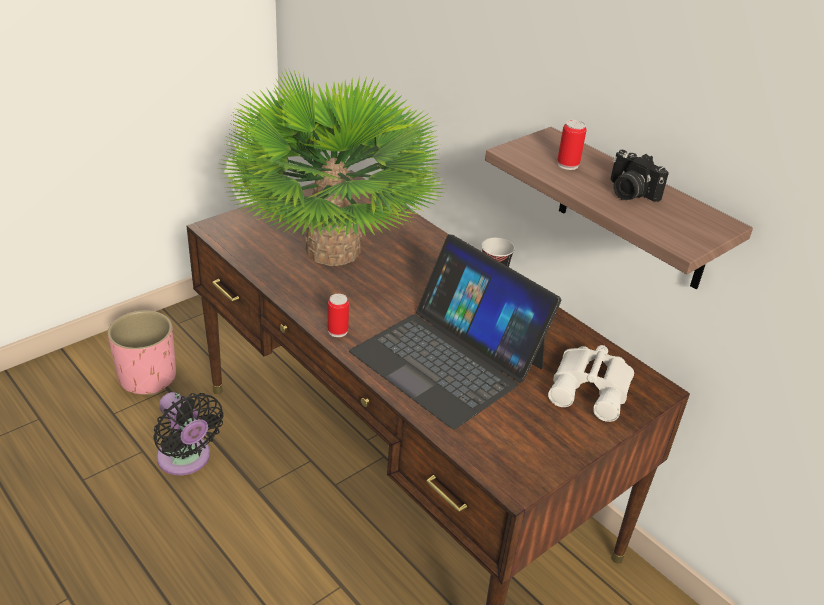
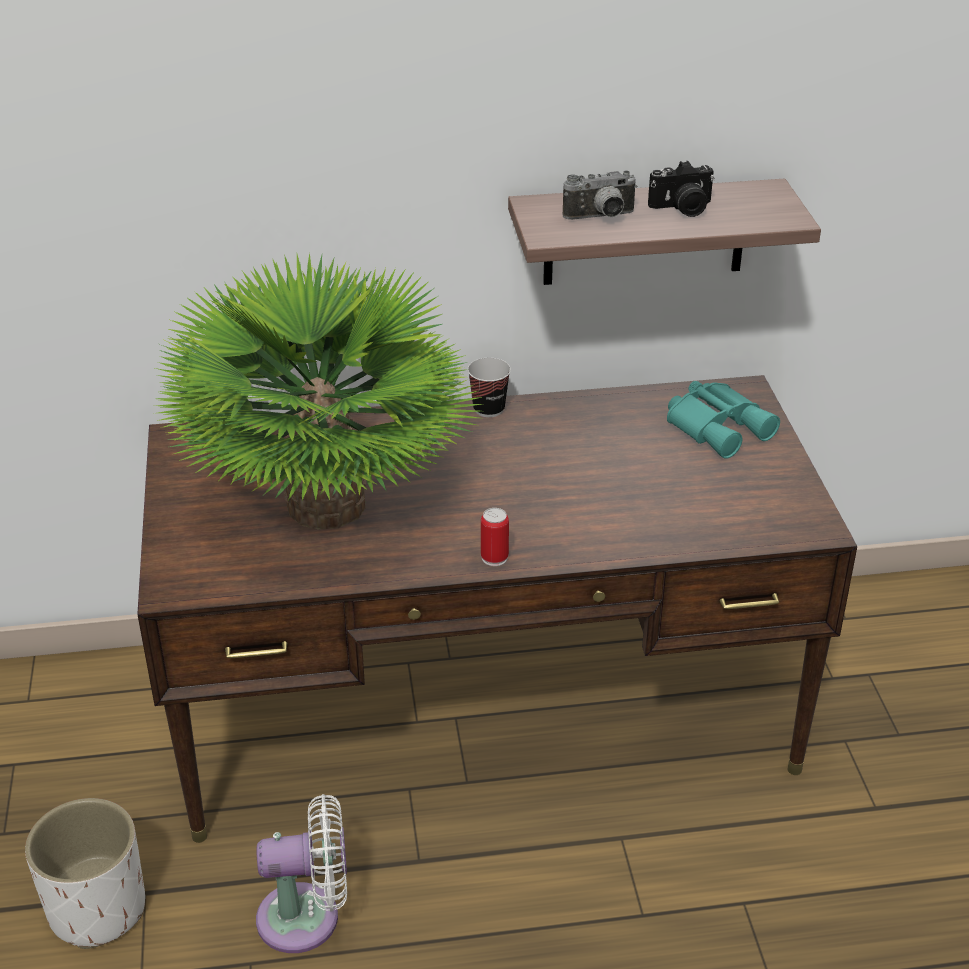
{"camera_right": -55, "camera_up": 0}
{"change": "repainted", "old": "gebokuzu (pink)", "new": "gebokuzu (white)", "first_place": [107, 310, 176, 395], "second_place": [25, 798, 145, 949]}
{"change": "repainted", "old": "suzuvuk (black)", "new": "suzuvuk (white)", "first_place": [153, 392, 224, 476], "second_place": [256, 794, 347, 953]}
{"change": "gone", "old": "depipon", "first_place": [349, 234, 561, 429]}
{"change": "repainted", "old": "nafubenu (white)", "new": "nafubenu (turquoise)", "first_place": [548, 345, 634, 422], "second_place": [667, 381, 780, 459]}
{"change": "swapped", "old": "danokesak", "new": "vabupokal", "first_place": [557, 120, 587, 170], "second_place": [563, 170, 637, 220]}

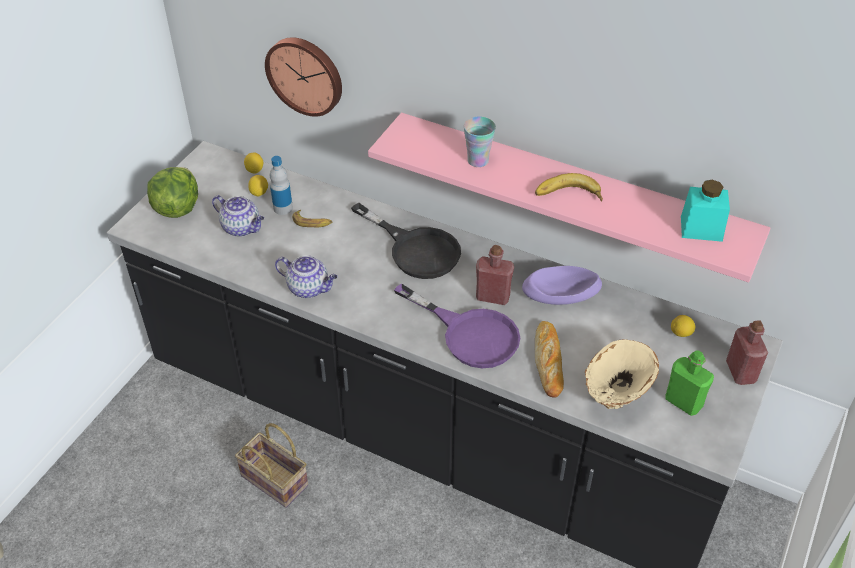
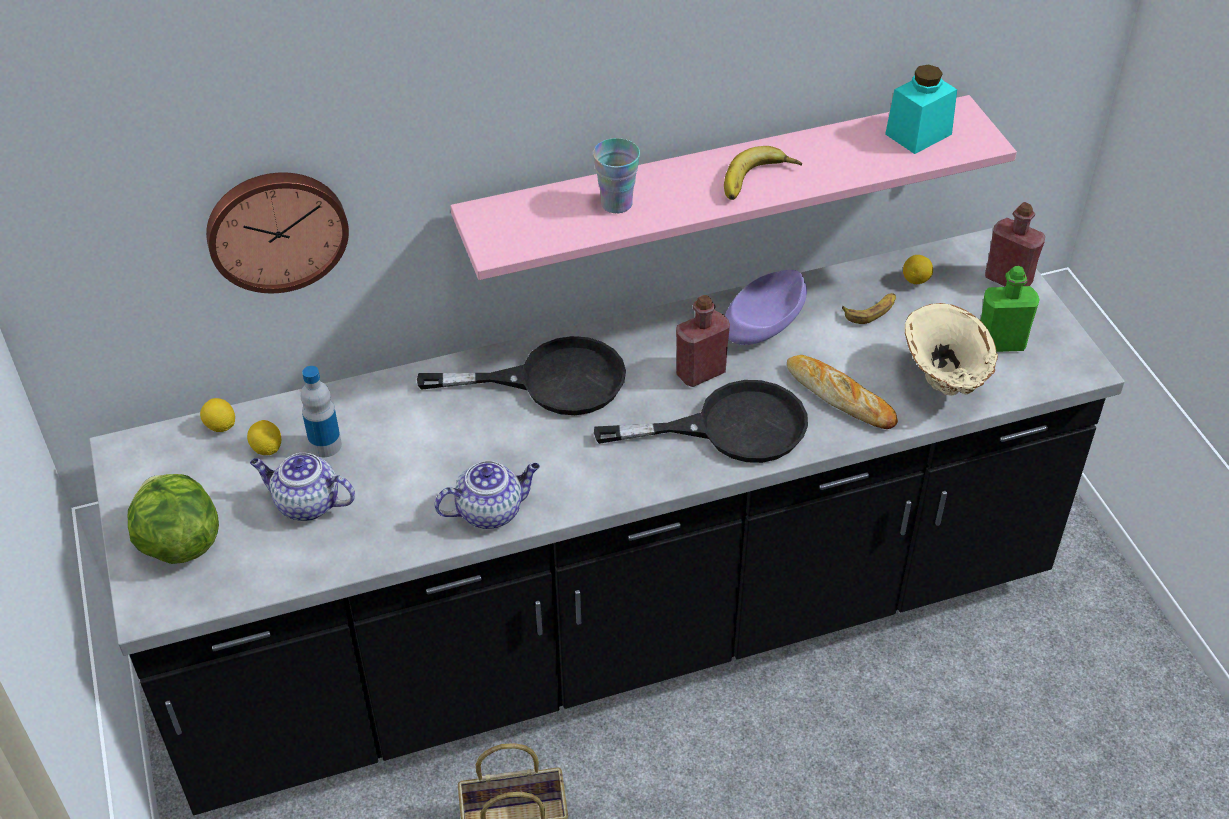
{"camera_right": -45, "camera_up": 0}
{"change": "rotated", "old": "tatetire", "first_place": [212, 195, 264, 237], "second_place": [250, 453, 355, 521], "degrees": -150}
{"change": "shifted", "old": "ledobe", "first_place": [292, 210, 332, 227], "second_place": [842, 293, 896, 324]}
{"change": "repainted", "old": "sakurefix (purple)", "new": "sakurefix (black)", "first_place": [394, 283, 520, 368], "second_place": [594, 380, 808, 463]}

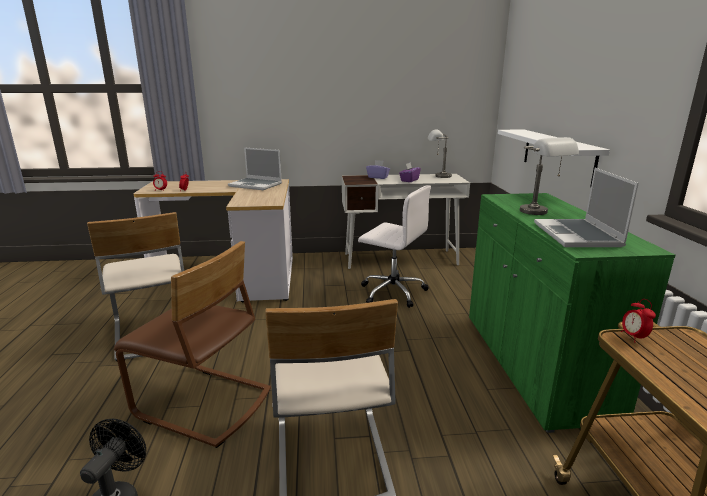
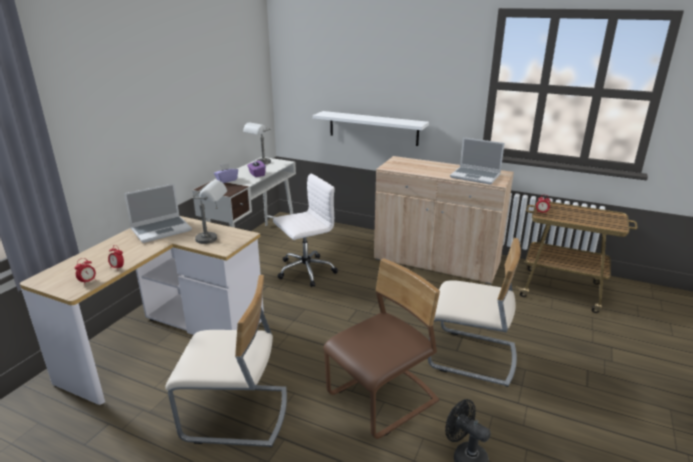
{"camera_right": -60, "camera_up": 5}
{"change": "repainted", "old": "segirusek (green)", "new": "segirusek (beige)", "first_place": [469, 193, 675, 433], "second_place": [374, 156, 514, 284]}
{"change": "shifted", "old": "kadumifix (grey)", "first_place": [520, 137, 579, 215], "second_place": [192, 180, 227, 244]}

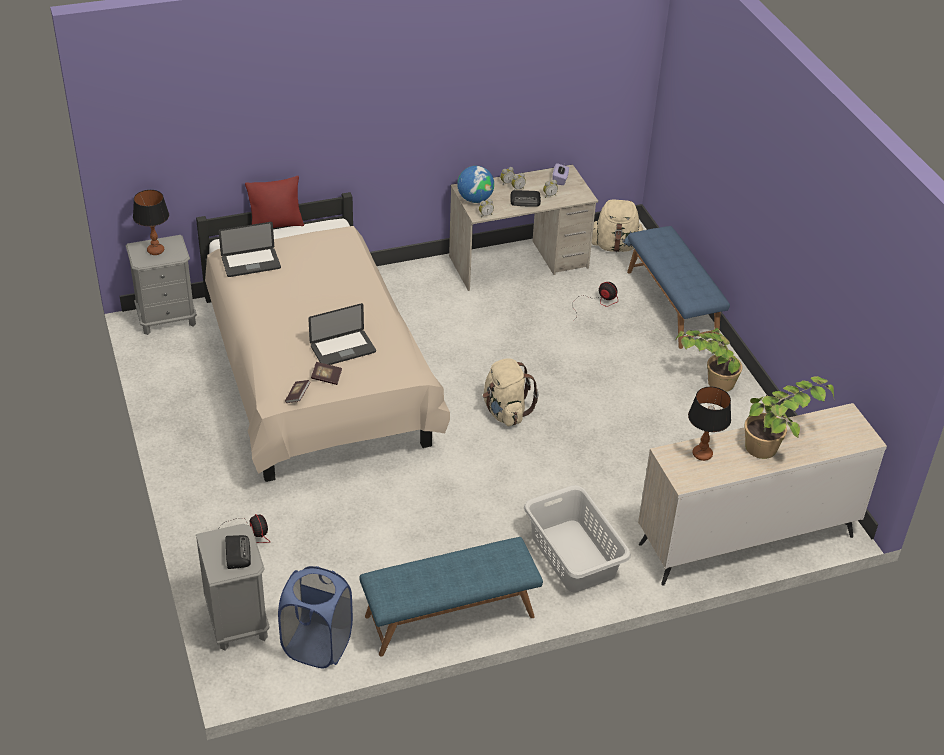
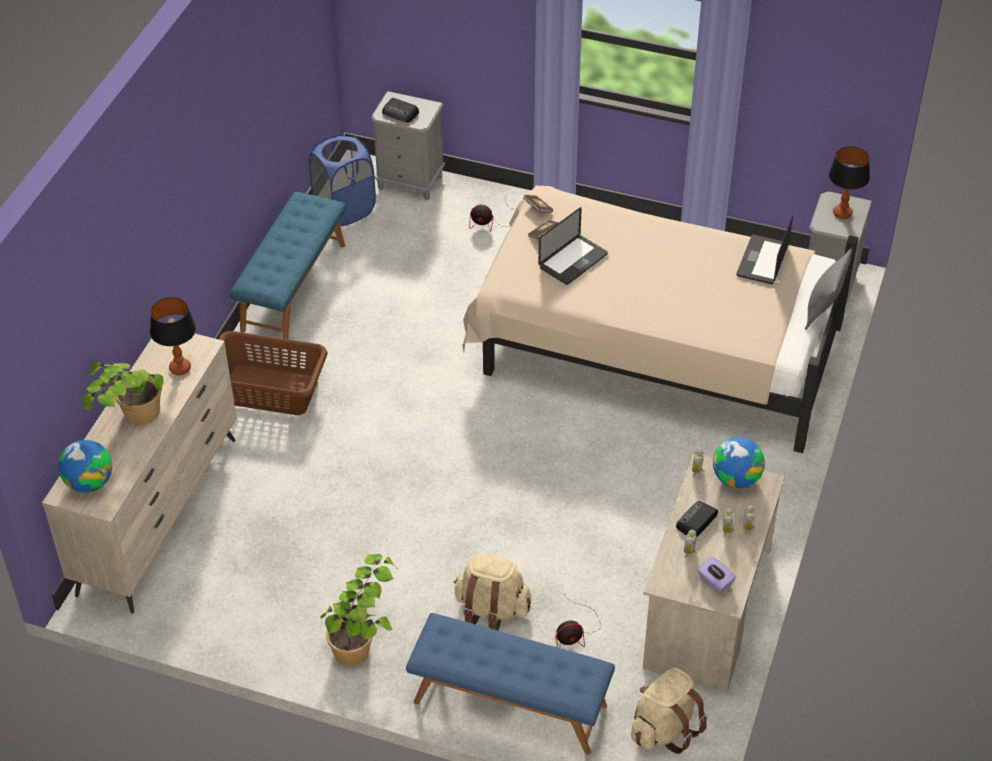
{"camera_right": 130, "camera_up": 5}
{"change": "repainted", "old": "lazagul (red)", "new": "lazagul (grey)", "first_place": [245, 176, 304, 228], "second_place": [805, 249, 852, 330]}
{"change": "rotated", "old": "depipon", "first_place": [308, 303, 376, 365], "second_place": [539, 207, 608, 285], "degrees": -150}
{"change": "shifted", "old": "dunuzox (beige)", "first_place": [483, 358, 539, 426], "second_place": [454, 554, 531, 631]}
{"change": "repainted", "old": "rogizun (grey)", "new": "rogizun (brown)", "first_place": [524, 485, 631, 592], "second_place": [219, 331, 328, 415]}
{"change": "new", "new": "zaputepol", "second_place": [58, 440, 112, 493]}

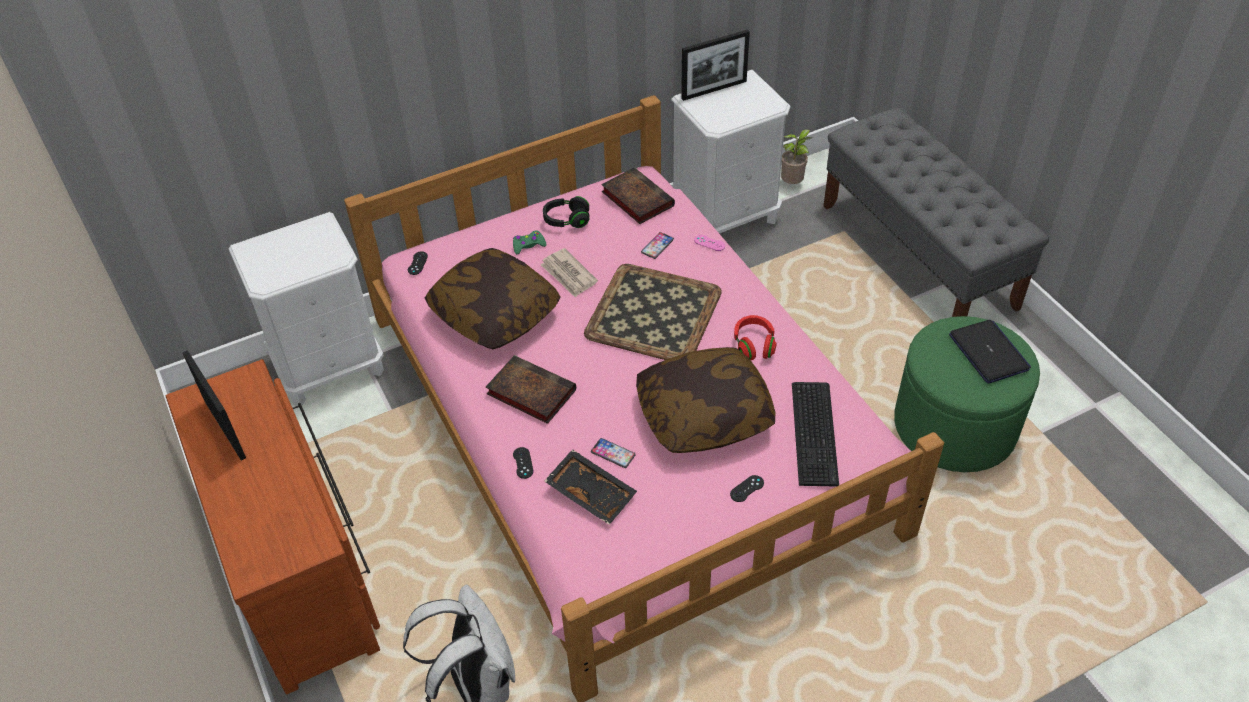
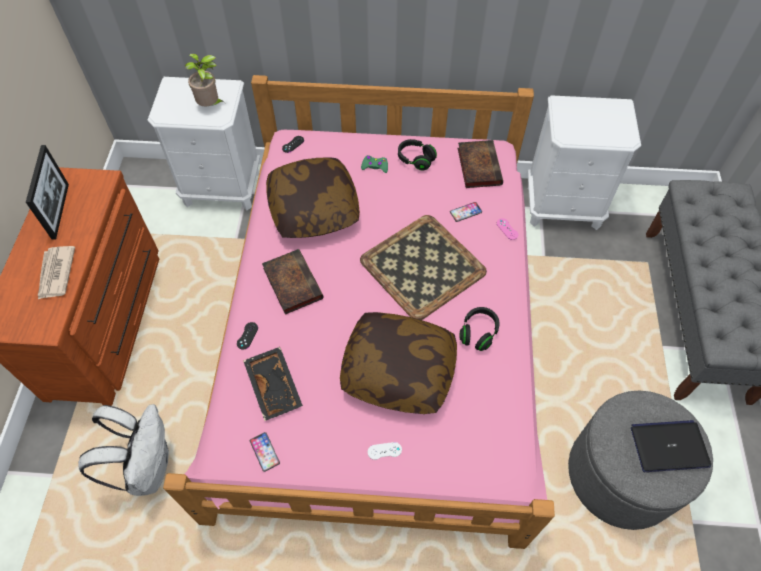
{"camera_right": 30, "camera_up": 10}
{"change": "shifted", "old": "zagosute", "first_place": [540, 248, 598, 298], "second_place": [38, 246, 75, 299]}
{"change": "shifted", "old": "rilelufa", "first_place": [591, 438, 636, 468], "second_place": [250, 432, 280, 472]}
{"change": "gone", "old": "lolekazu", "first_place": [681, 30, 750, 101]}
{"change": "repainted", "old": "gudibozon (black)", "new": "gudibozon (white)", "first_place": [730, 475, 764, 502], "second_place": [368, 442, 402, 460]}
{"change": "repainted", "old": "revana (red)", "new": "revana (black)", "first_place": [734, 315, 777, 360], "second_place": [460, 307, 500, 351]}
{"change": "shifted", "old": "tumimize", "first_place": [781, 129, 811, 184], "second_place": [185, 54, 225, 106]}
{"change": "gone", "old": "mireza", "first_place": [792, 382, 839, 487]}
{"change": "repainted", "old": "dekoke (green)", "new": "dekoke (grey)", "first_place": [894, 316, 1040, 472], "second_place": [568, 391, 713, 530]}
{"change": "rotated", "old": "depipon", "first_place": [949, 320, 1031, 384], "second_place": [631, 420, 711, 472], "degrees": -105}

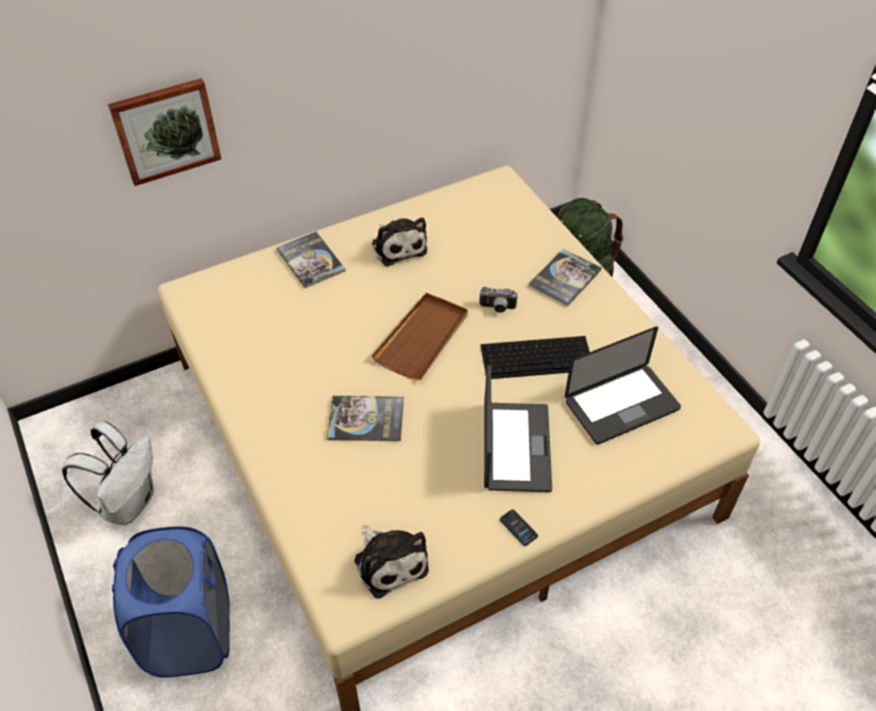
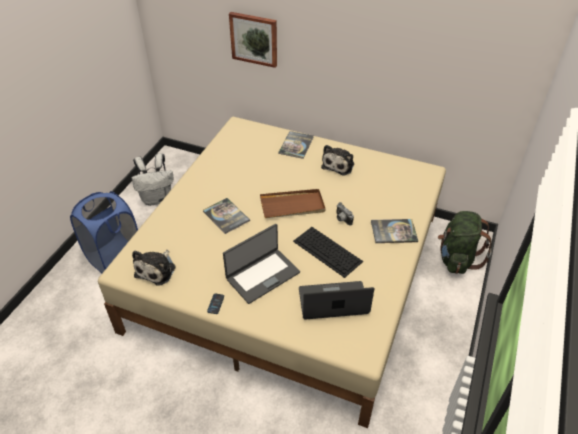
{"camera_right": 50, "camera_up": -5}
{"change": "rotated", "old": "depipon", "first_place": [565, 326, 681, 444], "second_place": [299, 281, 375, 320], "degrees": 150}

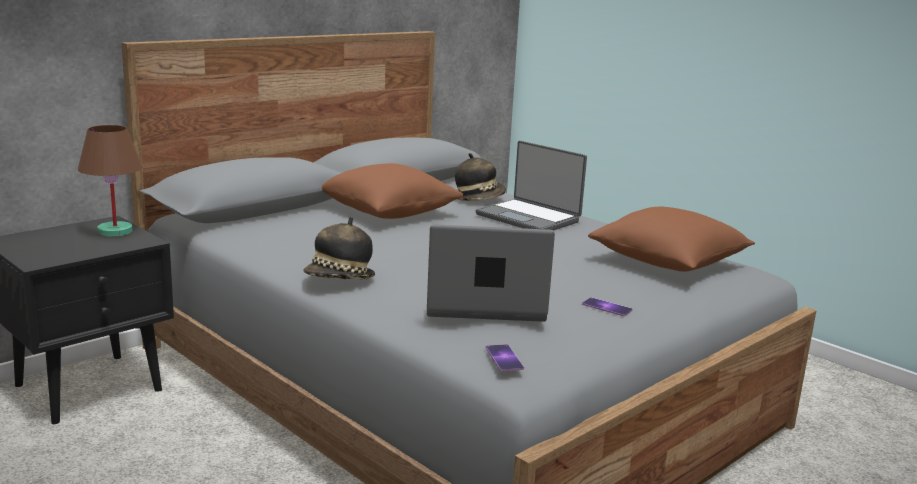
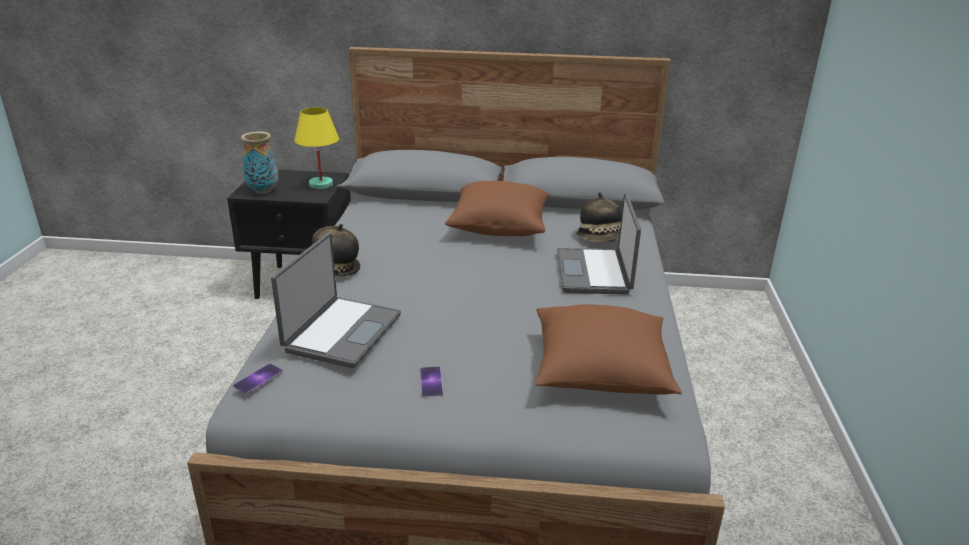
{"camera_right": 50, "camera_up": 10}
{"change": "repainted", "old": "kadumifix (brown)", "new": "kadumifix (yellow)", "first_place": [78, 125, 142, 237], "second_place": [294, 107, 339, 189]}
{"change": "rotated", "old": "depipon", "first_place": [427, 224, 555, 322], "second_place": [271, 233, 401, 368], "degrees": 60}
{"change": "new", "new": "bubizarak", "second_place": [241, 132, 279, 194]}

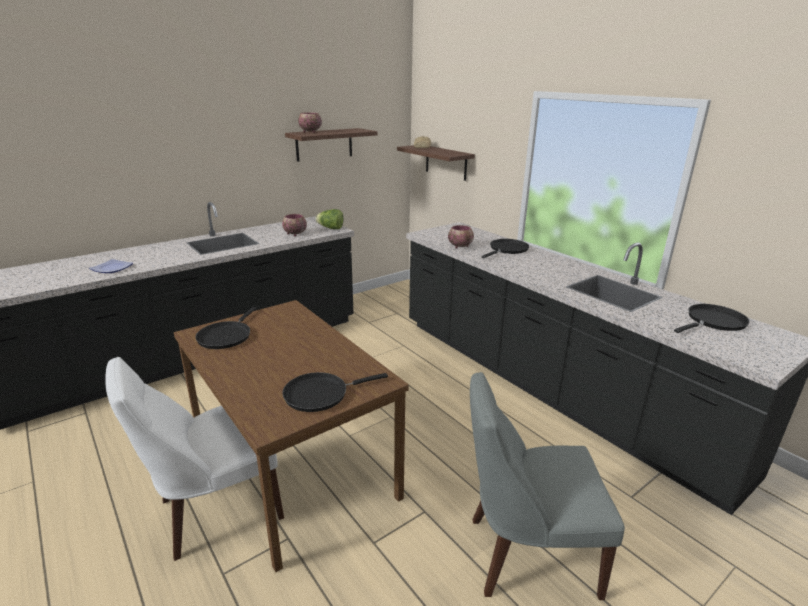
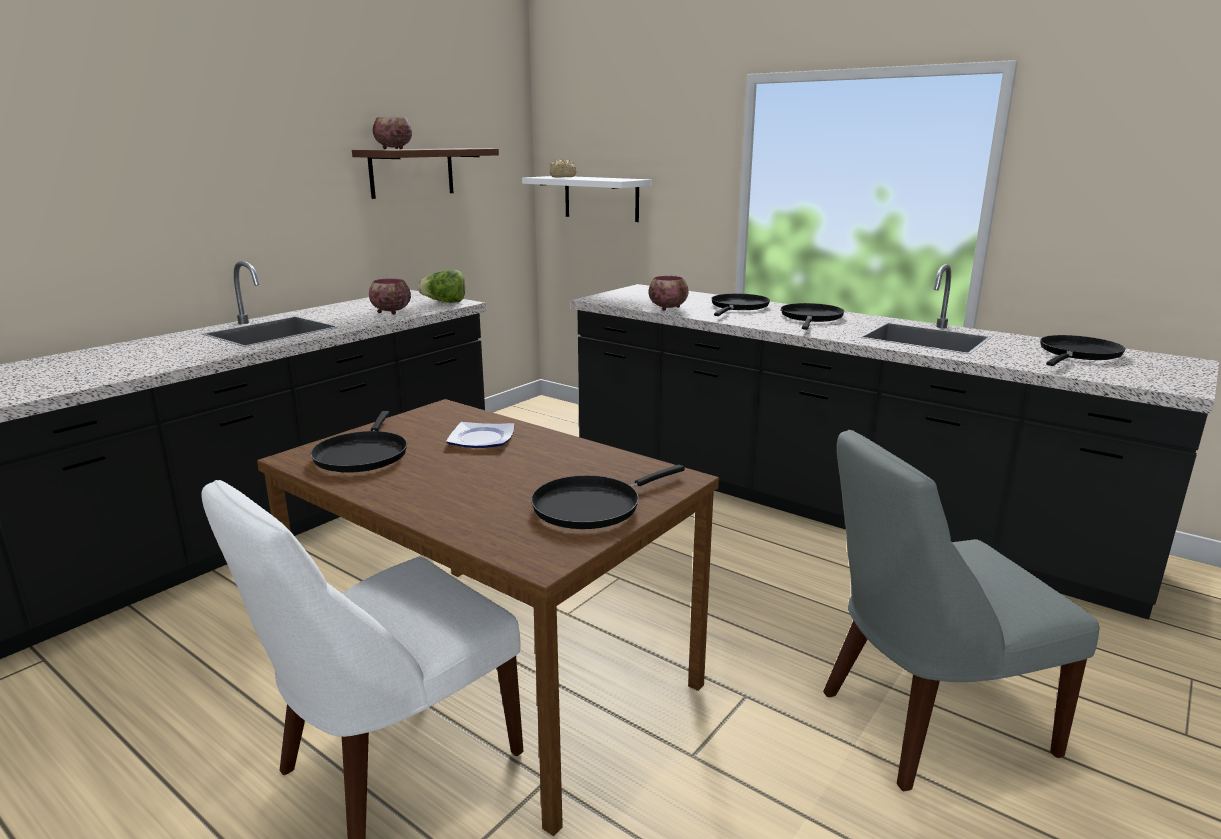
{"camera_right": -15, "camera_up": -5}
{"change": "shifted", "old": "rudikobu", "first_place": [89, 259, 133, 273], "second_place": [446, 422, 515, 448]}
{"change": "repainted", "old": "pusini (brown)", "new": "pusini (white)", "first_place": [397, 145, 475, 181], "second_place": [522, 176, 652, 222]}
{"change": "new", "new": "sakurefix (black)", "second_place": [781, 303, 845, 330]}

